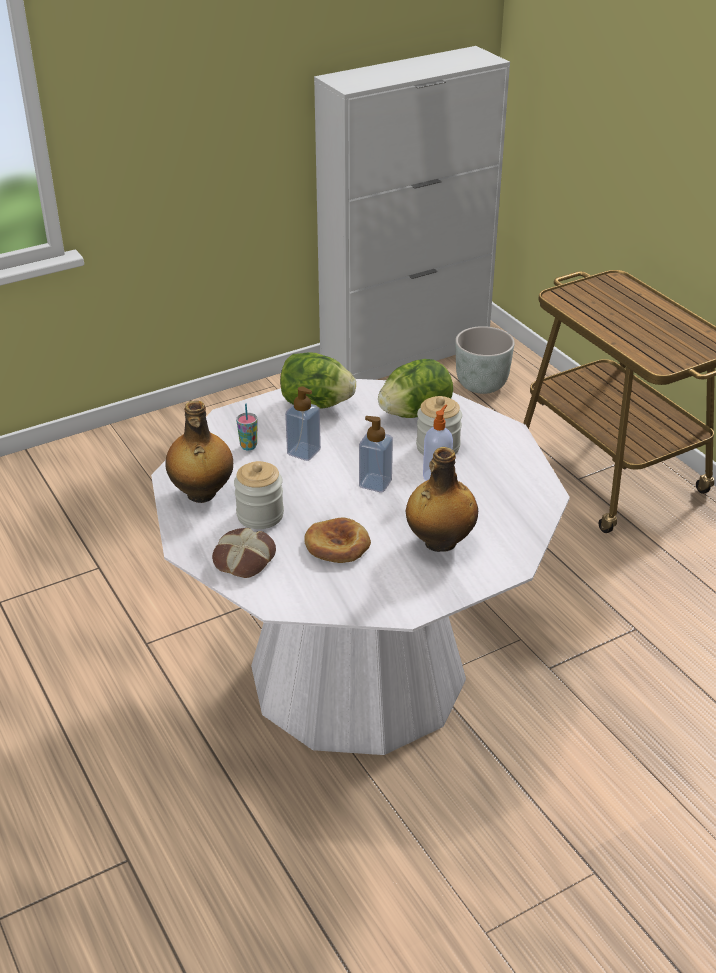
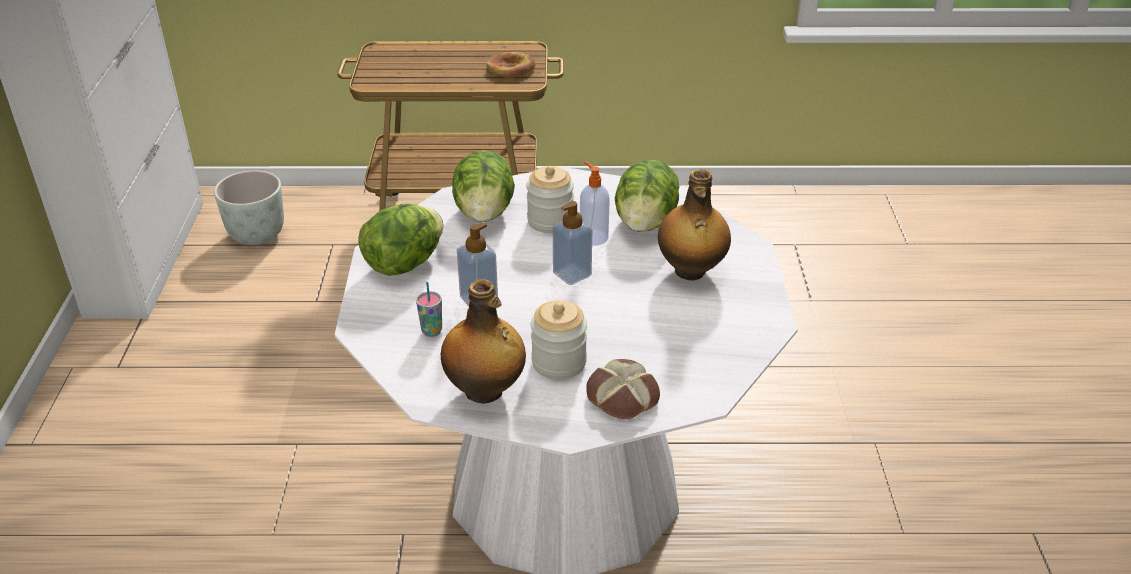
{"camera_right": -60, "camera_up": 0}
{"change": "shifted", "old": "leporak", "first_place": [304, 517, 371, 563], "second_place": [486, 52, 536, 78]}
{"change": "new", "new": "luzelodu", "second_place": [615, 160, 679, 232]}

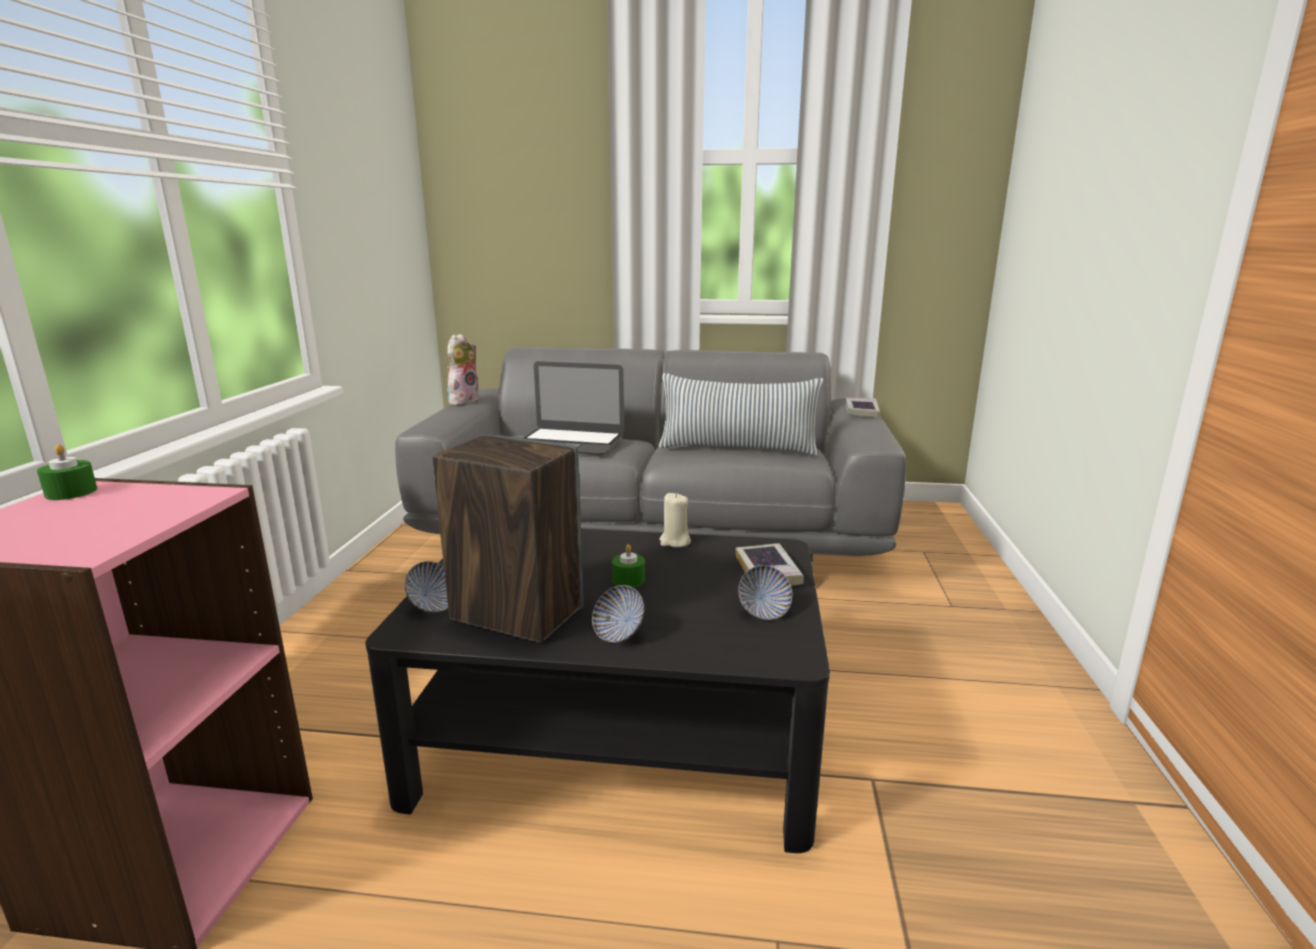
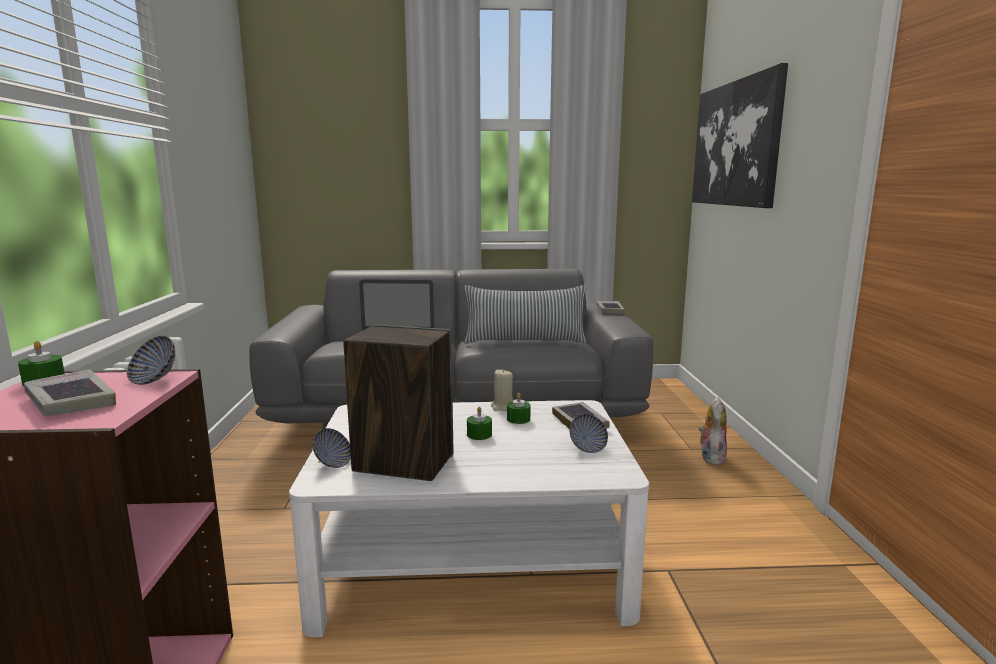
{"camera_right": -10, "camera_up": -5}
{"change": "repainted", "old": "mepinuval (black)", "new": "mepinuval (white)", "first_place": [365, 529, 830, 853], "second_place": [289, 400, 649, 637]}
{"change": "shifted", "old": "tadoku", "first_place": [447, 334, 479, 405], "second_place": [698, 397, 727, 465]}
{"change": "shifted", "old": "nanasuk", "first_place": [592, 585, 644, 643], "second_place": [127, 336, 175, 385]}
{"change": "new", "new": "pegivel", "second_place": [24, 369, 116, 416]}
{"change": "new", "new": "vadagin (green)", "second_place": [507, 393, 531, 424]}
{"change": "new", "new": "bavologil", "second_place": [692, 63, 788, 208]}

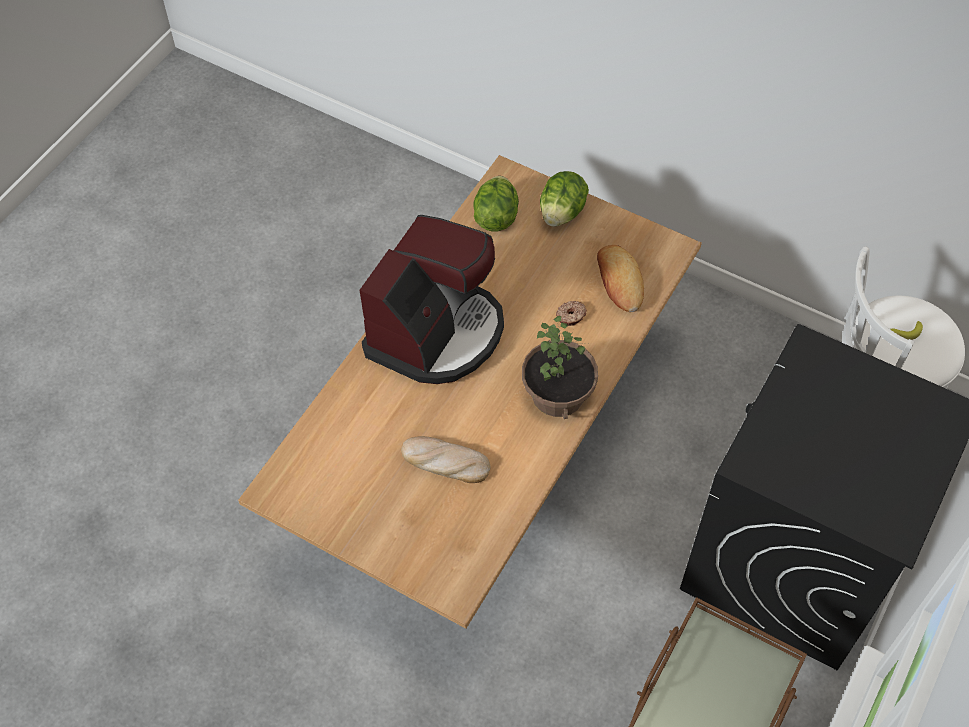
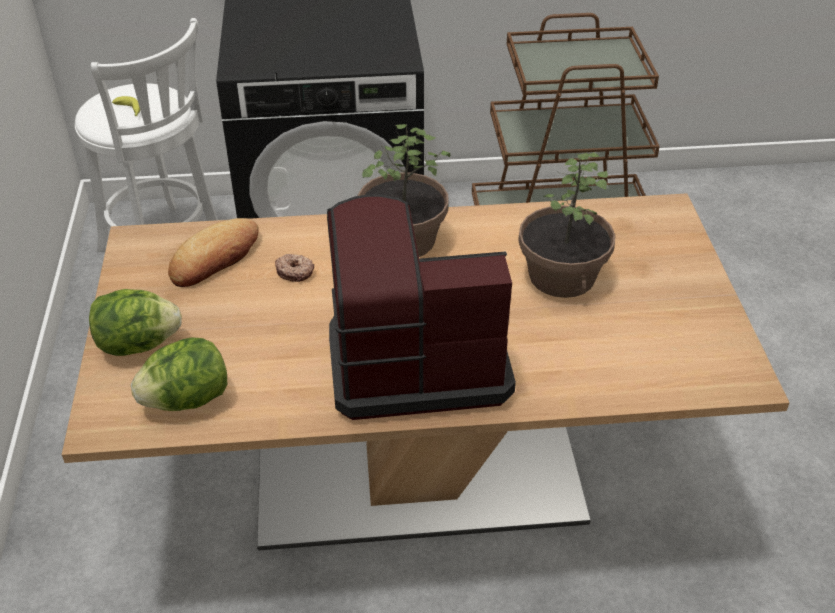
{"camera_right": -125, "camera_up": -15}
{"change": "swapped", "old": "leporak", "new": "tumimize", "first_place": [401, 436, 490, 483], "second_place": [518, 152, 615, 298]}

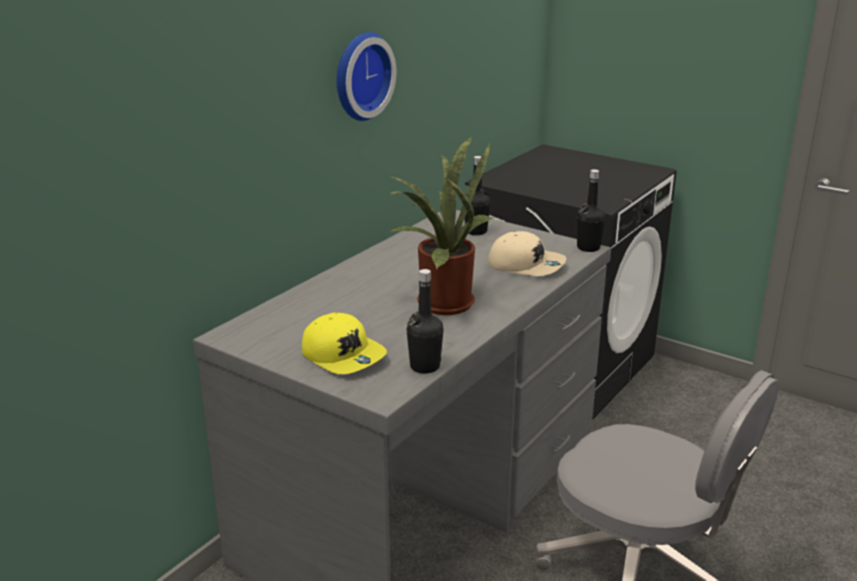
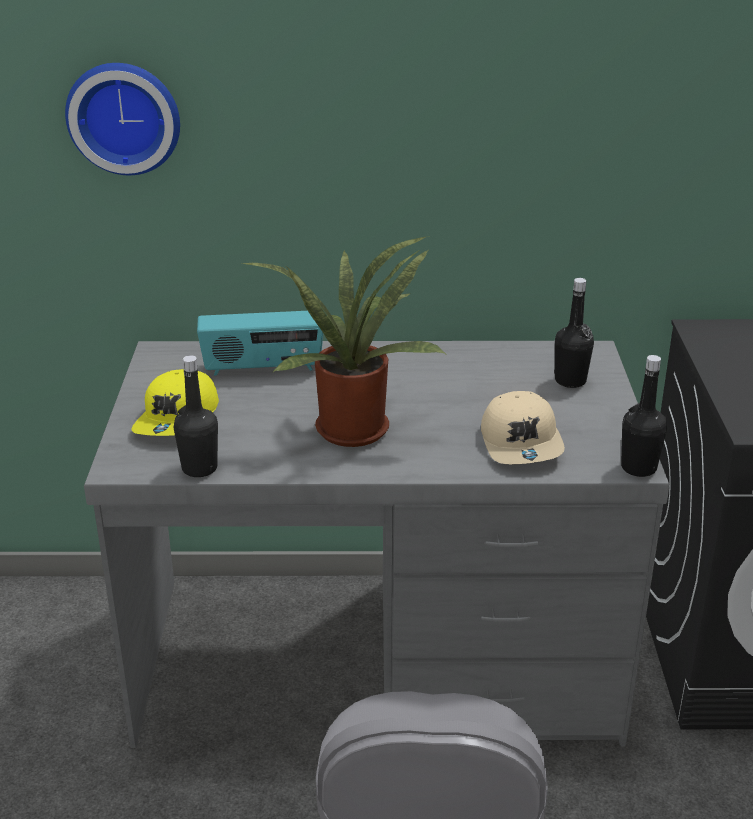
{"camera_right": 55, "camera_up": 5}
{"change": "shifted", "old": "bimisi", "first_place": [336, 32, 396, 121], "second_place": [65, 63, 180, 175]}
{"change": "new", "new": "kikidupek", "second_place": [197, 311, 323, 376]}

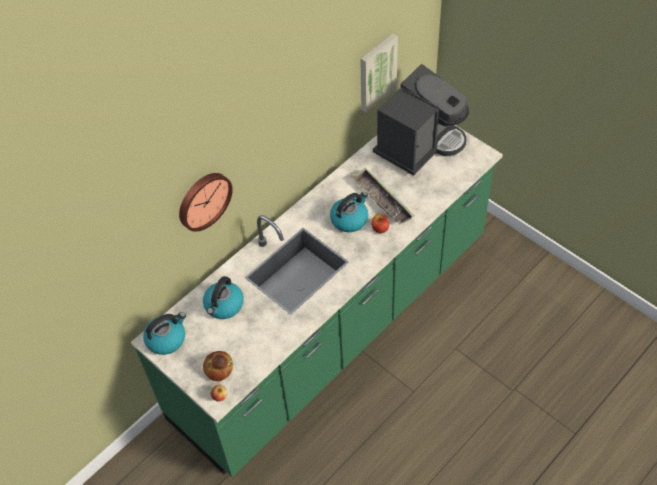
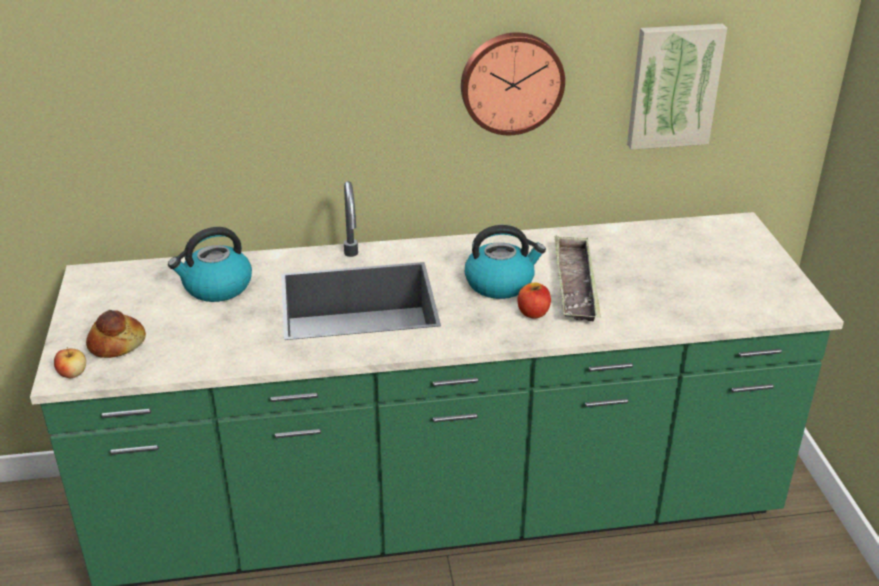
{"camera_right": 35, "camera_up": -20}
{"change": "gone", "old": "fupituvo", "first_place": [143, 312, 186, 355]}
{"change": "shifted", "old": "bimisi", "first_place": [179, 173, 233, 232], "second_place": [461, 32, 565, 135]}
{"change": "gone", "old": "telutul", "first_place": [373, 64, 469, 175]}

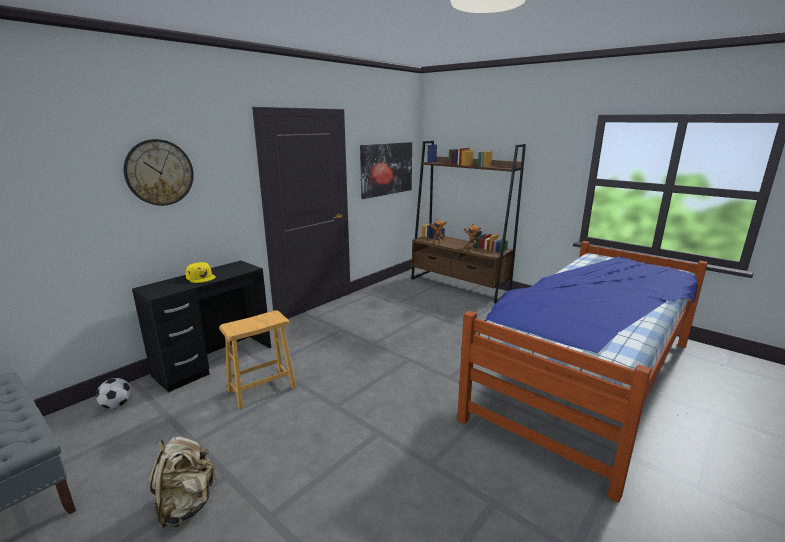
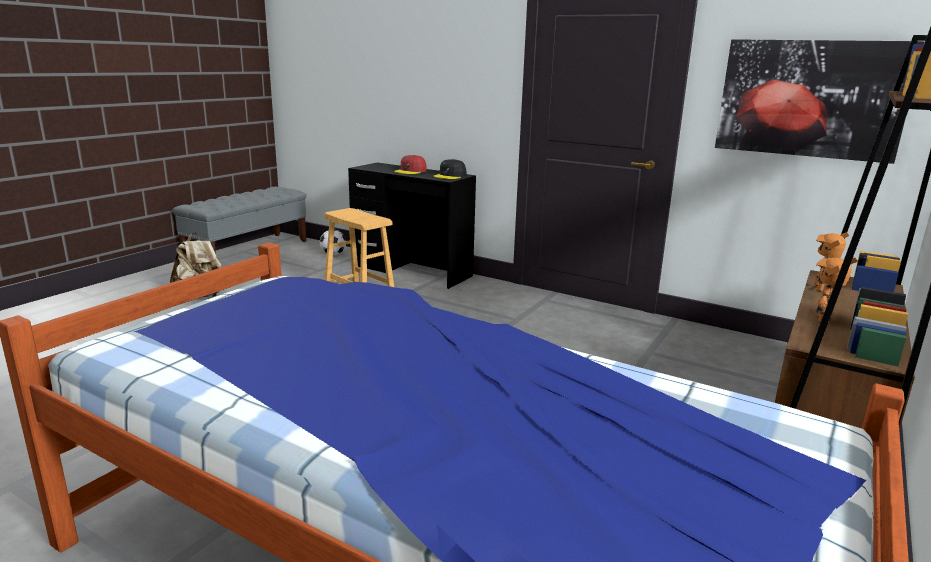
{"camera_right": 80, "camera_up": 0}
{"change": "gone", "old": "bimisi", "first_place": [124, 139, 194, 206]}
{"change": "repainted", "old": "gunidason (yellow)", "new": "gunidason (red)", "first_place": [185, 262, 216, 283], "second_place": [394, 155, 427, 174]}
{"change": "new", "new": "gunidason (black)", "second_place": [434, 159, 467, 179]}

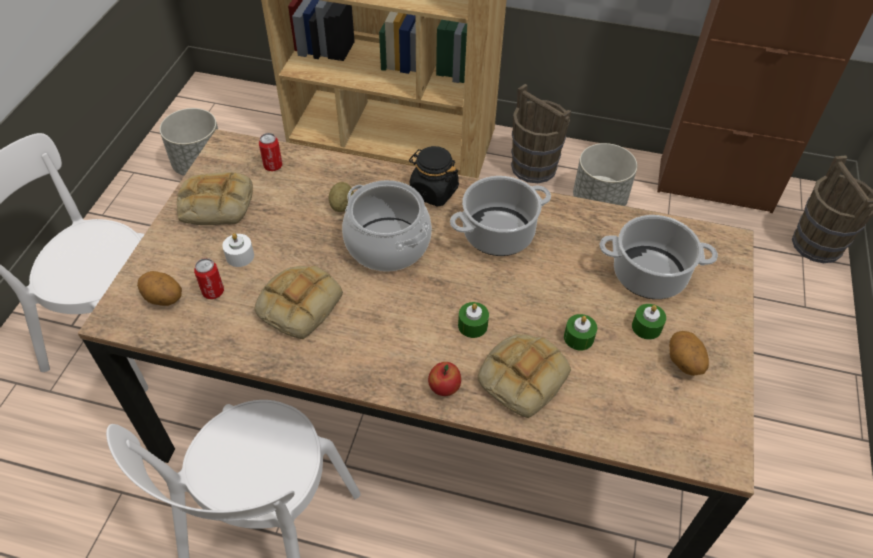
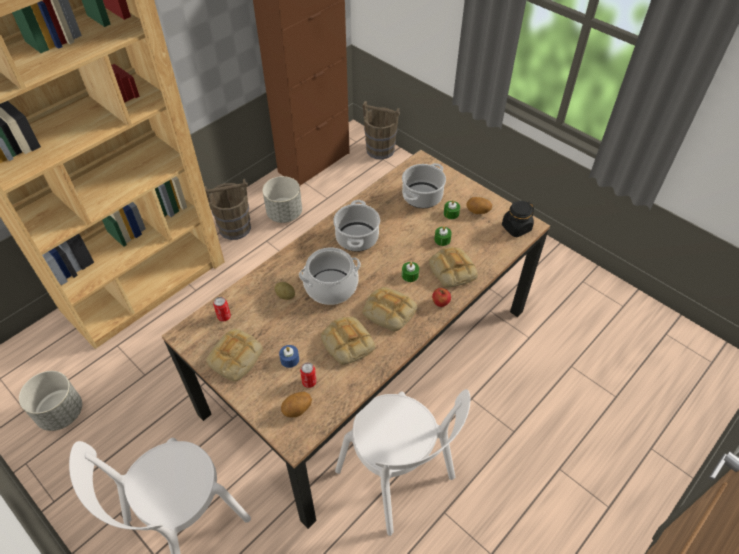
{"camera_right": -60, "camera_up": 0}
{"change": "repainted", "old": "vadagin (white)", "new": "vadagin (blue)", "first_place": [222, 233, 254, 267], "second_place": [279, 345, 299, 368]}
{"change": "shifted", "old": "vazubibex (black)", "first_place": [409, 146, 459, 207], "second_place": [502, 201, 534, 237]}
{"change": "new", "new": "leporak", "second_place": [362, 287, 417, 332]}

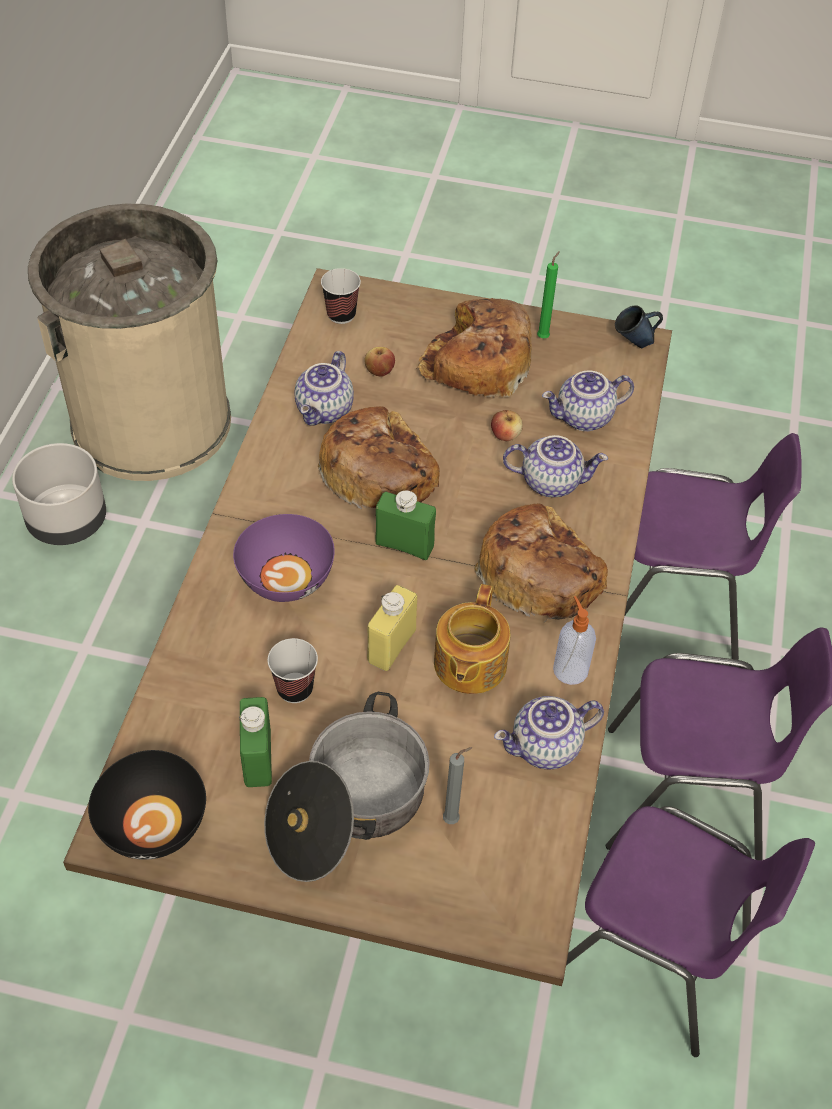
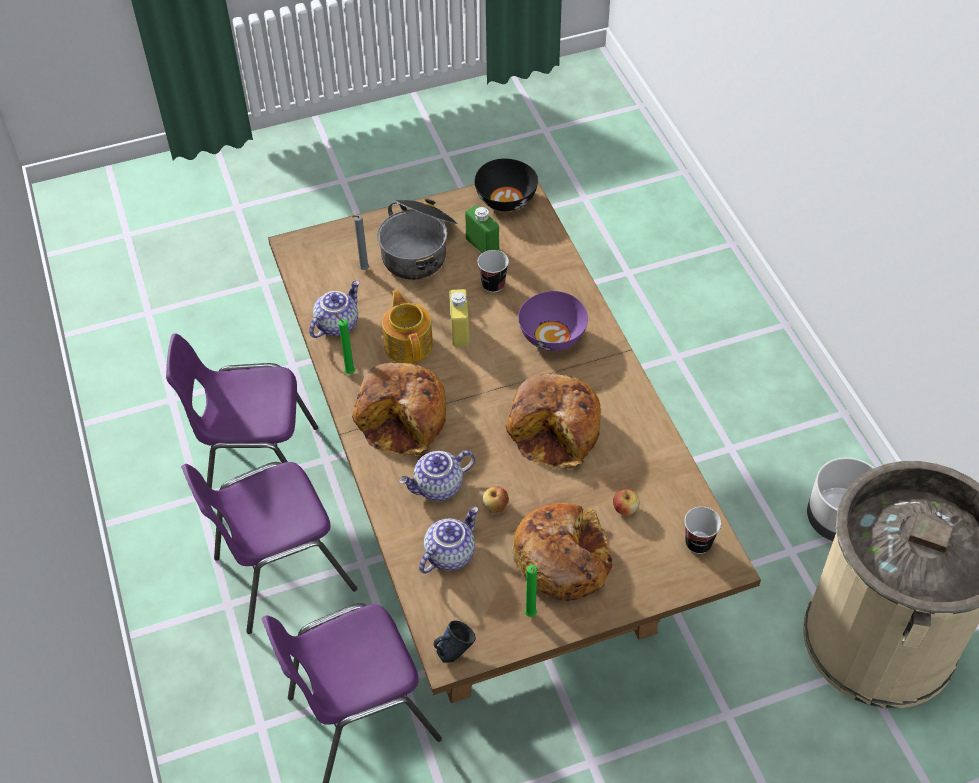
{"camera_right": 150, "camera_up": 0}
{"change": "gone", "old": "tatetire", "first_place": [294, 351, 354, 426]}
{"change": "gone", "old": "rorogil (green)", "first_place": [375, 491, 436, 560]}
{"change": "swapped", "old": "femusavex", "new": "vadagin (green)", "first_place": [553, 596, 596, 685], "second_place": [335, 313, 355, 374]}

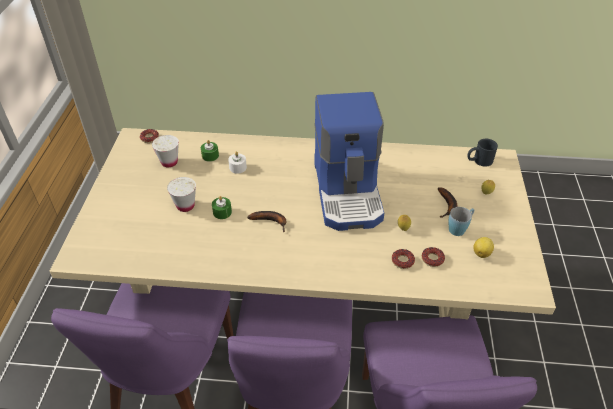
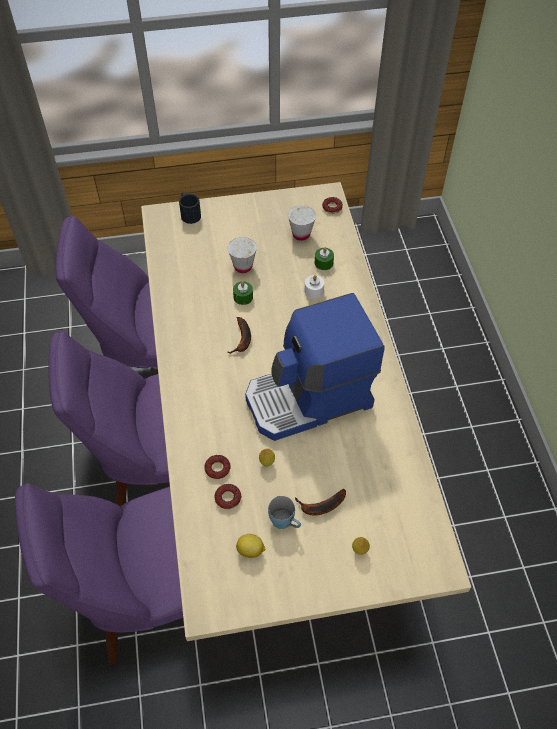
{"camera_right": 75, "camera_up": 10}
{"change": "shifted", "old": "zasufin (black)", "first_place": [467, 139, 498, 167], "second_place": [179, 192, 201, 224]}

